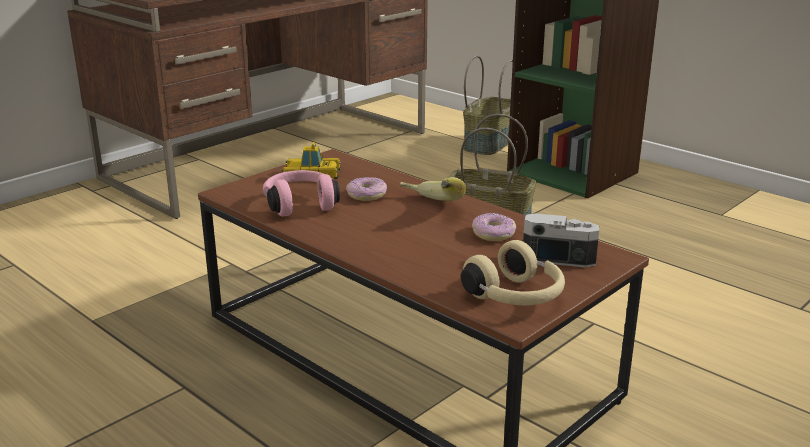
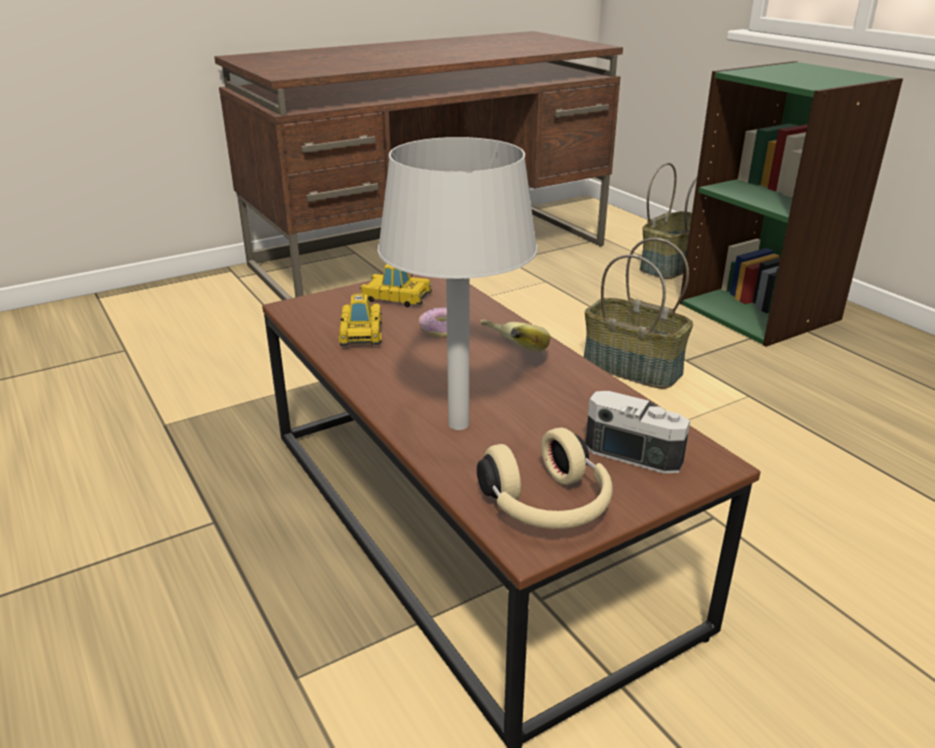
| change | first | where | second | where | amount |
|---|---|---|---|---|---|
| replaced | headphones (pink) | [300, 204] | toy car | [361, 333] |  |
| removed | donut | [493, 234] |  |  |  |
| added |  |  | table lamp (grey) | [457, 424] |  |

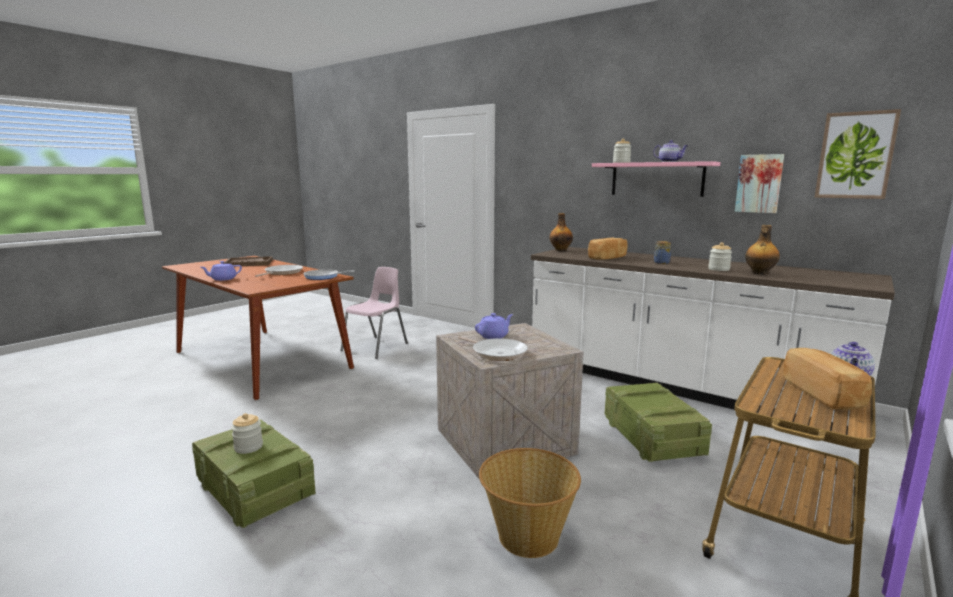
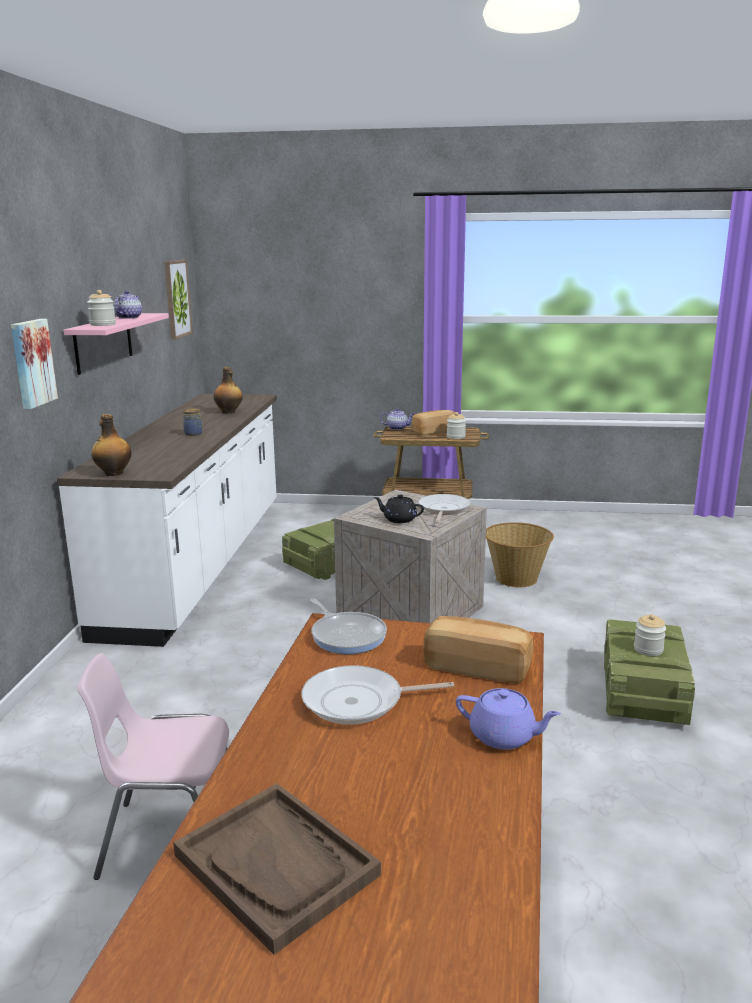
| change | first | where | second | where | amount |
|---|---|---|---|---|---|
| recoloured | teapot (purple) | [494, 336] | teapot (black) | [399, 519] |  |
| moved | bread | [608, 258] |  | [477, 667] |  |
| moved | jar | [719, 269] |  | [456, 437] |  |
| moved | picture | [759, 183] |  | [31, 363] |  |

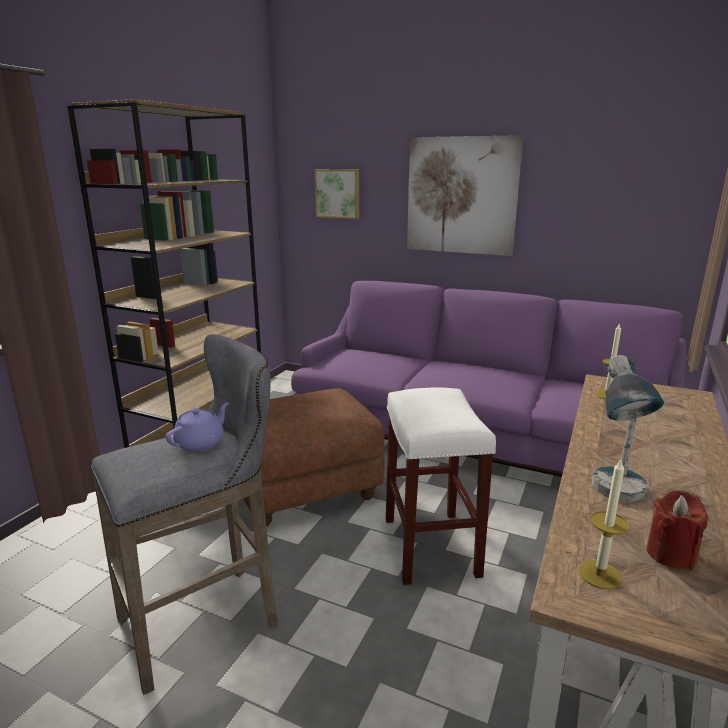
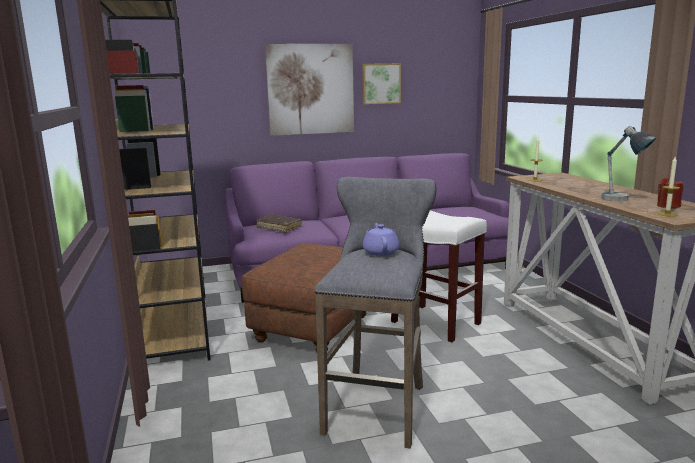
| change | first | where | second | where | amount |
|---|---|---|---|---|---|
| moved | picture | [338, 193] |  | [381, 83] |  |
| added |  |  | book (brown) | [279, 227] |  |

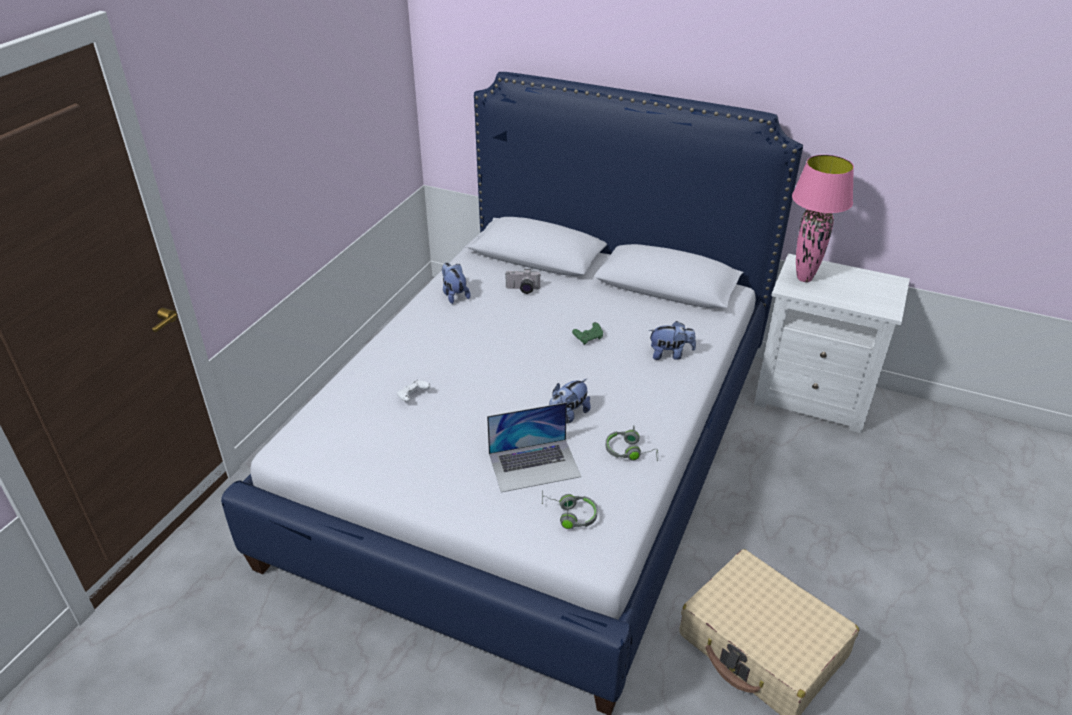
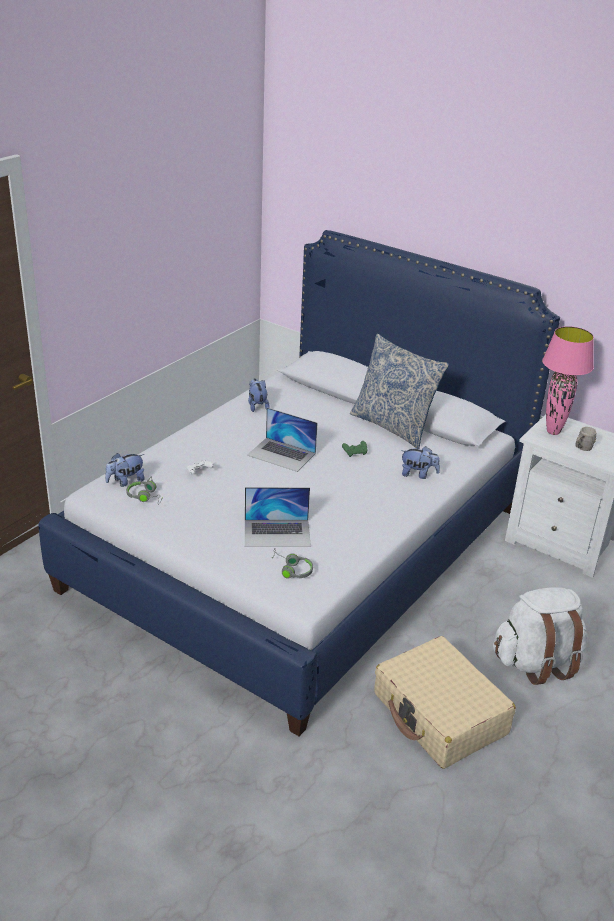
| change | first | where | second | where | amount |
|---|---|---|---|---|---|
| removed | photo camera | [522, 290] |  |  |  |
| moved | plush toy | [568, 415] |  | [126, 481] |  |
| moved | headphones (grey) | [630, 452] |  | [145, 497] |  |
| added |  |  | laptop | [281, 454] |  |
| added |  |  | pillow | [393, 426] |  |
| added |  |  | backpack (white) | [536, 662] |  |
| added |  |  | mug (grey) | [582, 448] |  |

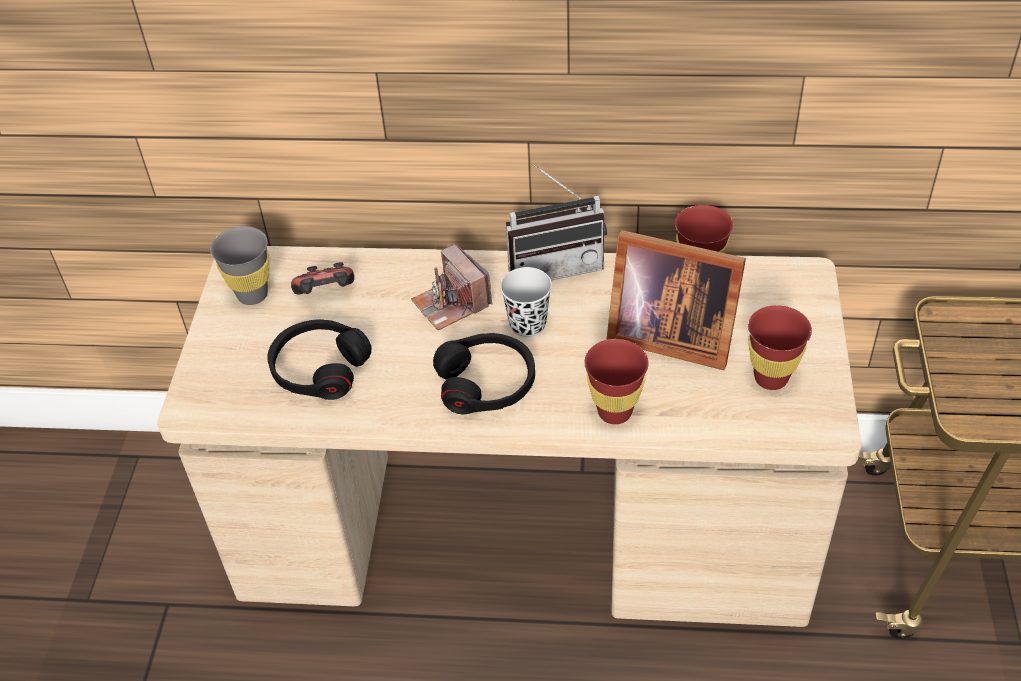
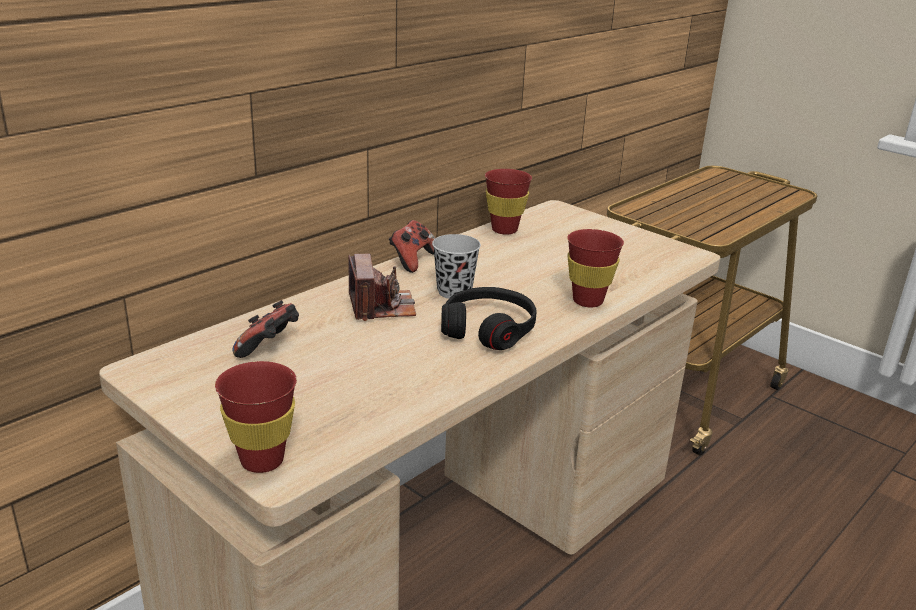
| change | first | where | second | where | amount |
|---|---|---|---|---|---|
| removed | cup (grey) | [252, 295] |  |  |  |
| removed | headphones (black) | [319, 368] |  |  |  |
| turned | photo camera | [451, 303] |  | [381, 307] | 105 degrees counterclockwise |
| replaced | radio | [554, 265] | game controller | [412, 261] |  |
| removed | picture frame | [667, 334] |  |  |  |
| moved | cup (red) | [771, 378] |  | [262, 460] |  |

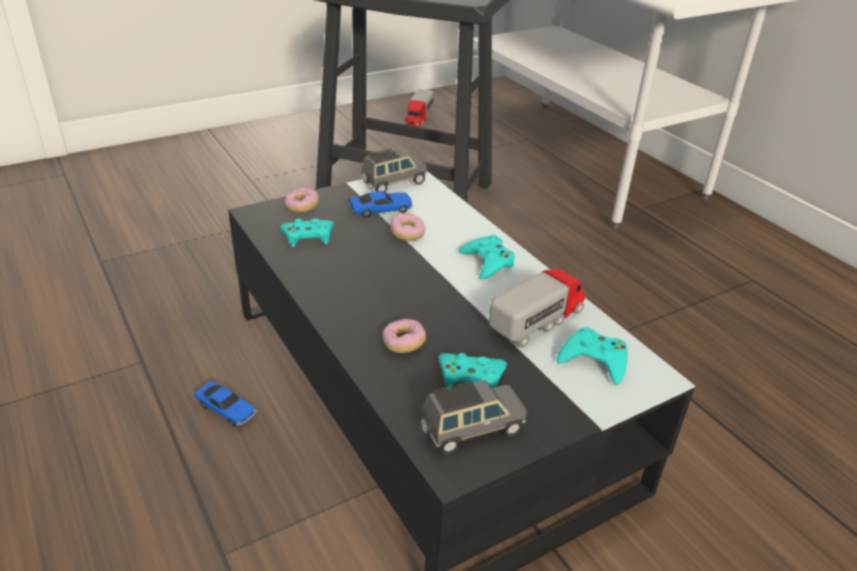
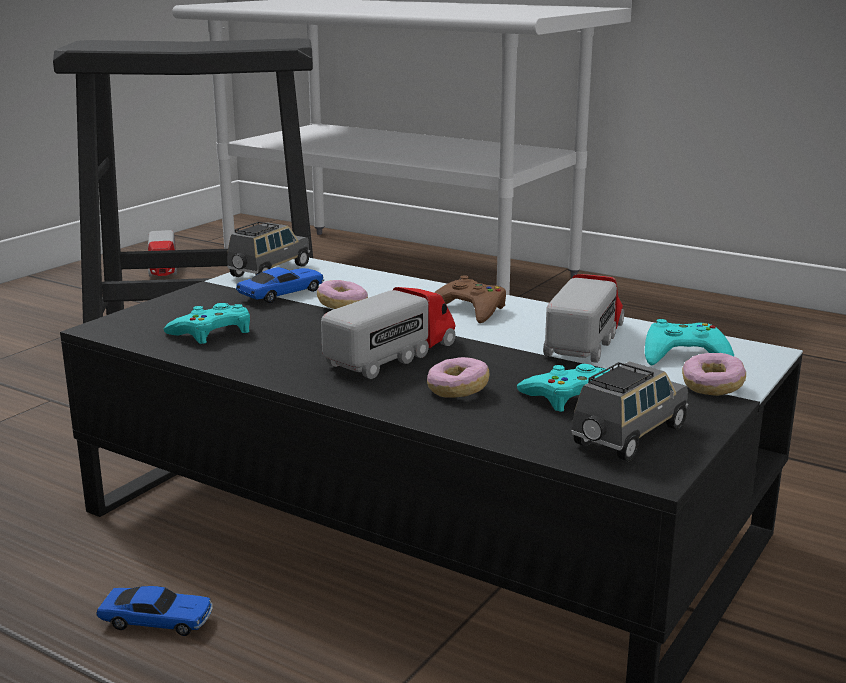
| change | first | where | second | where | amount |
|---|---|---|---|---|---|
| moved | donut | [302, 207] |  | [712, 387] |  |
| recoloured | game controller (turquoise) | [487, 262] | game controller (brown) | [469, 309] |  |
| added |  |  | toy truck | [393, 355] |  |

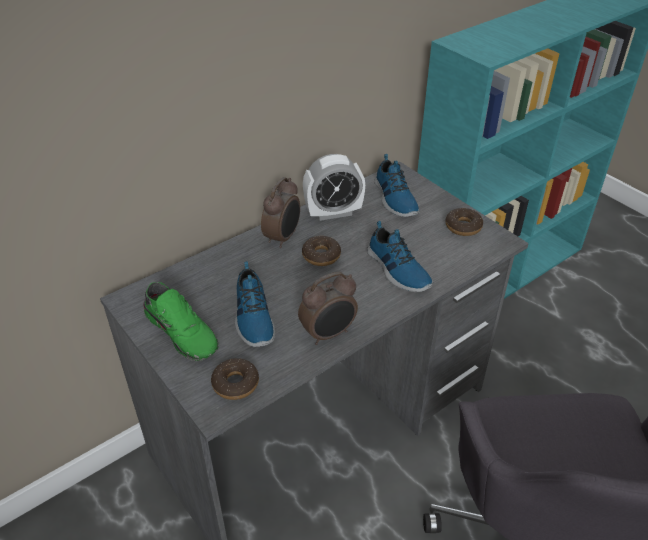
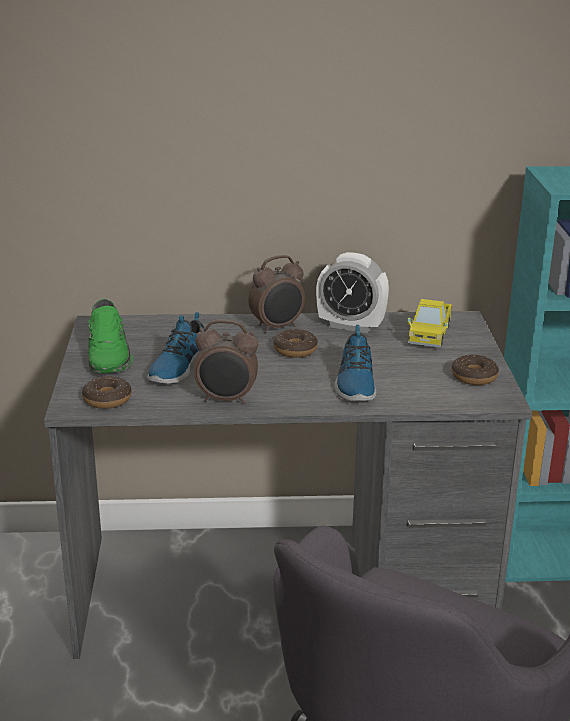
| change | first | where | second | where | amount |
|---|---|---|---|---|---|
| replaced | shoe | [394, 198] | toy truck | [429, 335] |  |

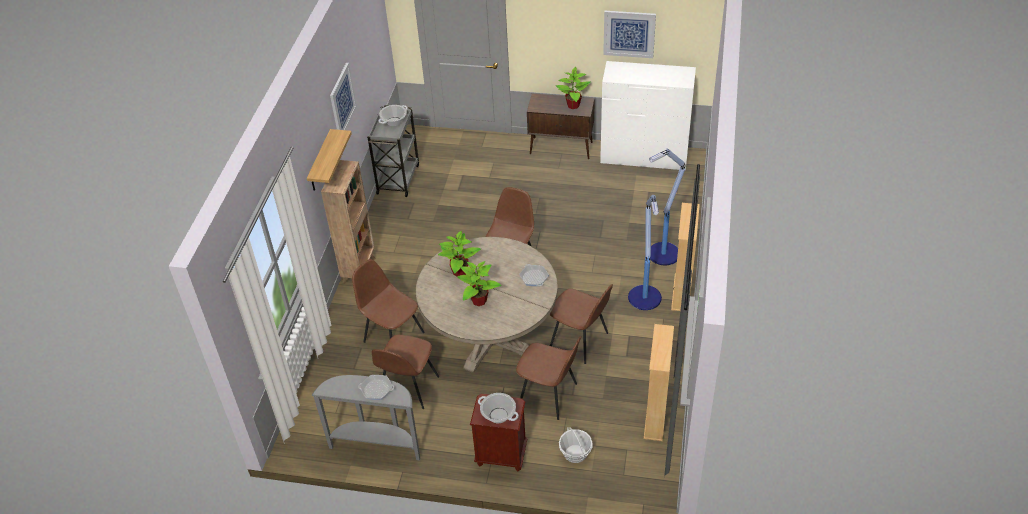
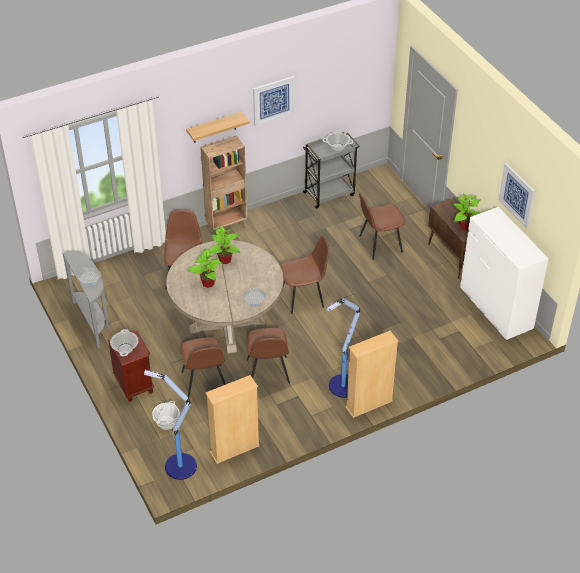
| change | first | where | second | where | amount |
|---|---|---|---|---|---|
| moved | chair (brown) | [408, 388] |  | [379, 244] |  |
| moved | floor lamp | [662, 254] |  | [179, 466] |  |

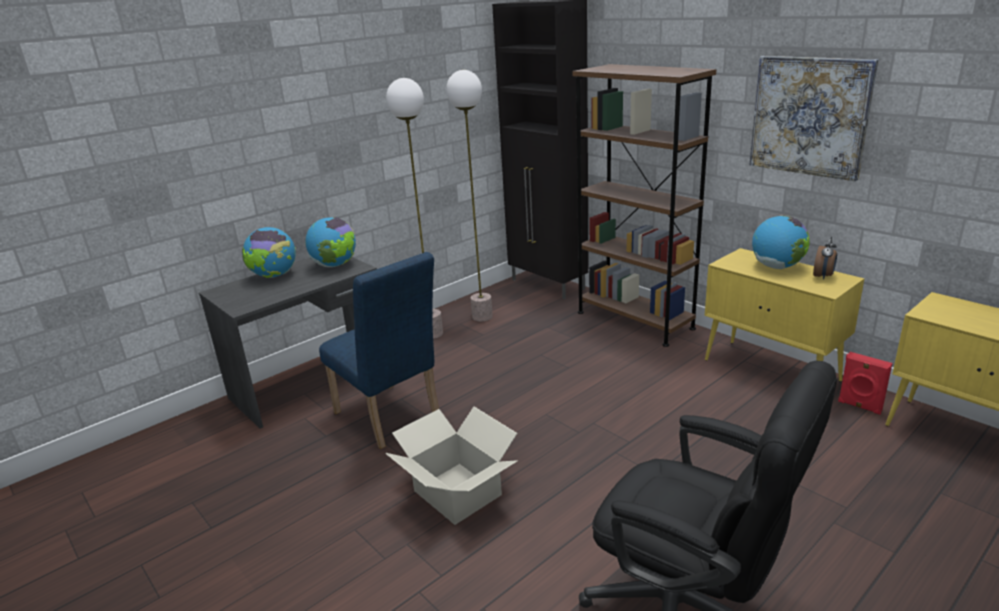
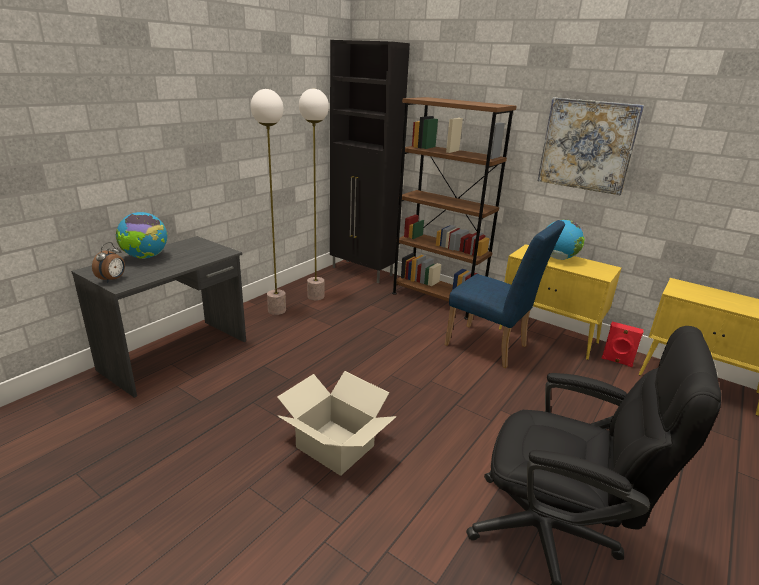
| change | first | where | second | where | amount |
|---|---|---|---|---|---|
| removed | globe | [335, 265] |  |  |  |
| moved | chair (blue) | [390, 419] |  | [491, 347] |  |
| moved | alarm clock | [823, 276] |  | [113, 279] |  |

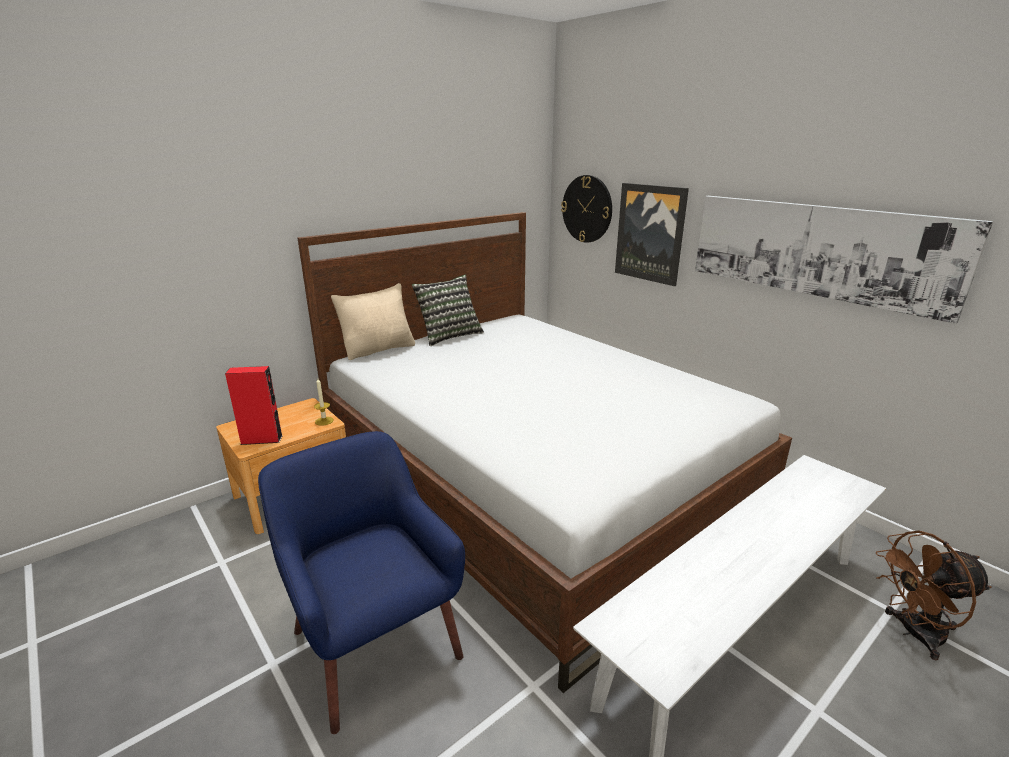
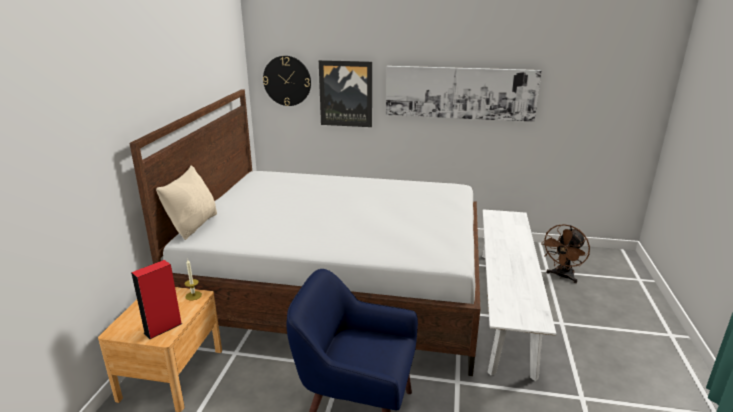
| change | first | where | second | where | amount |
|---|---|---|---|---|---|
| removed | pillow | [449, 335] |  |  |  |

